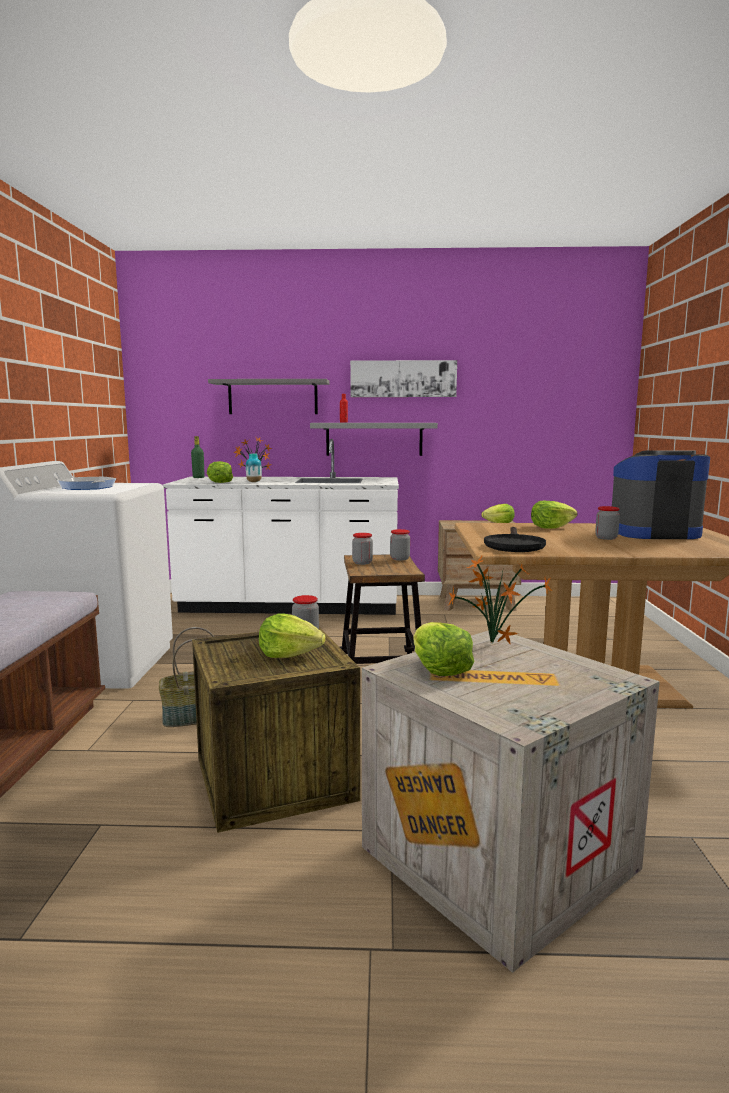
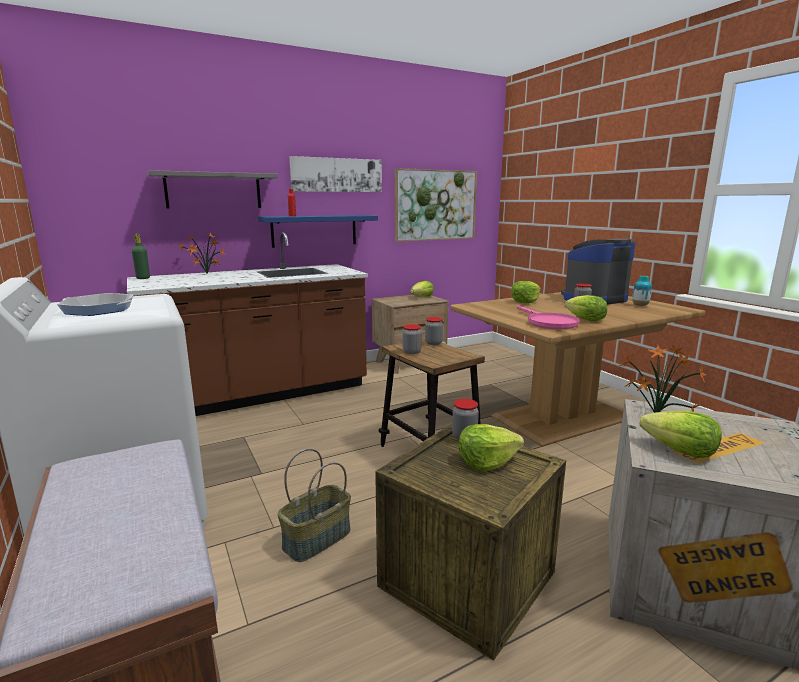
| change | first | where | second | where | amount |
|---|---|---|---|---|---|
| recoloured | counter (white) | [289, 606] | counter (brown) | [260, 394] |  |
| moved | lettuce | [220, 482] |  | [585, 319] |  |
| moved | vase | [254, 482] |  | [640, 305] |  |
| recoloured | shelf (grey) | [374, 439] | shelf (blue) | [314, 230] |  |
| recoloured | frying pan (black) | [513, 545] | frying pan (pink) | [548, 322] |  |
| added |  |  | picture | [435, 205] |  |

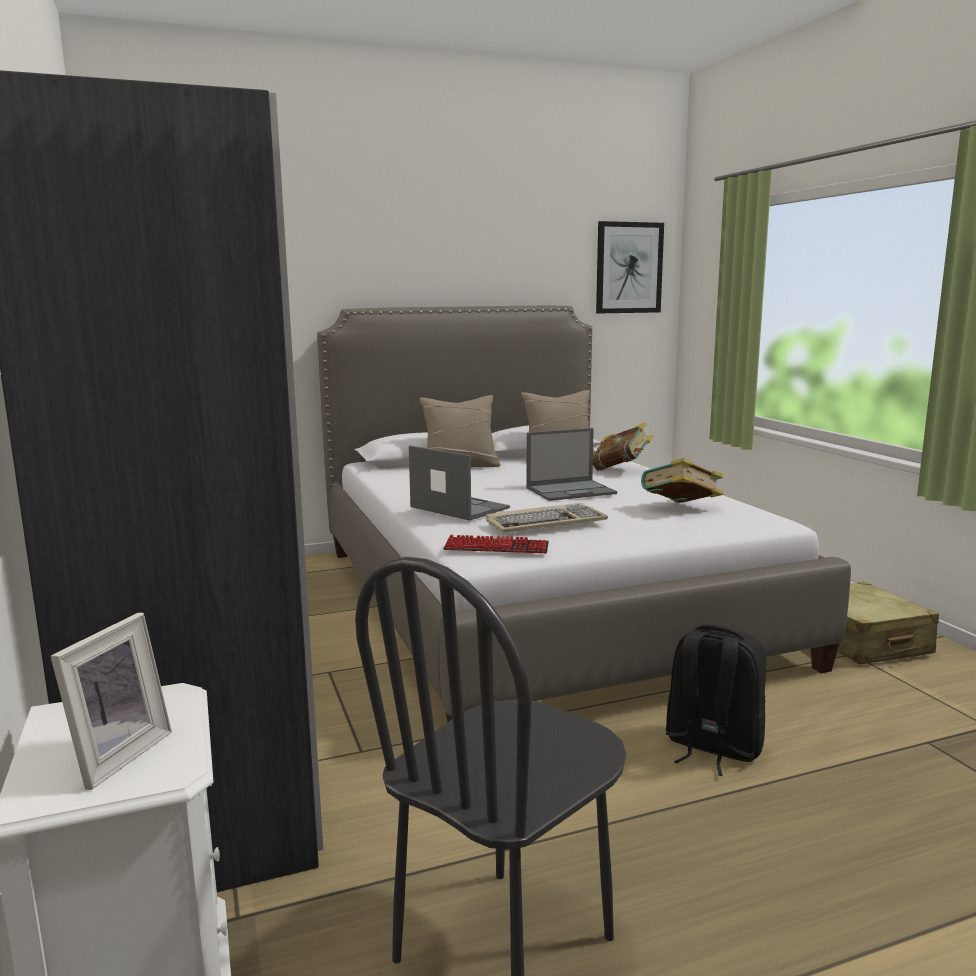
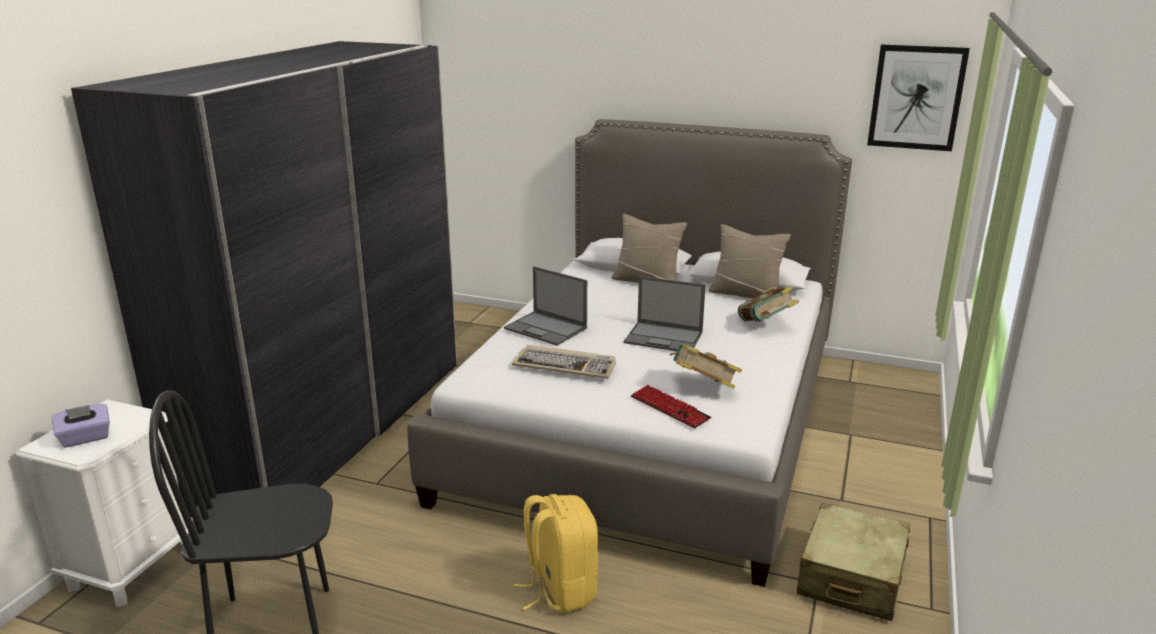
| change | first | where | second | where | amount |
|---|---|---|---|---|---|
| replaced | picture frame | [114, 756] | tissue box (purple) | [85, 438] |  |
| turned | laptop | [458, 507] |  | [546, 328] | 135 degrees clockwise |
| moved | keyboard | [496, 547] |  | [670, 408] |  |
| recoloured | backpack (black) | [711, 747] | backpack (yellow) | [560, 590] |  |

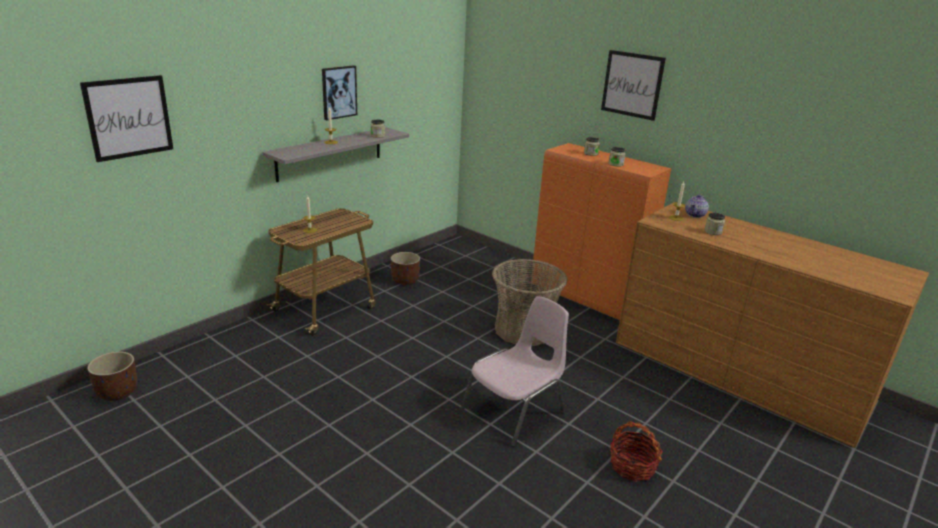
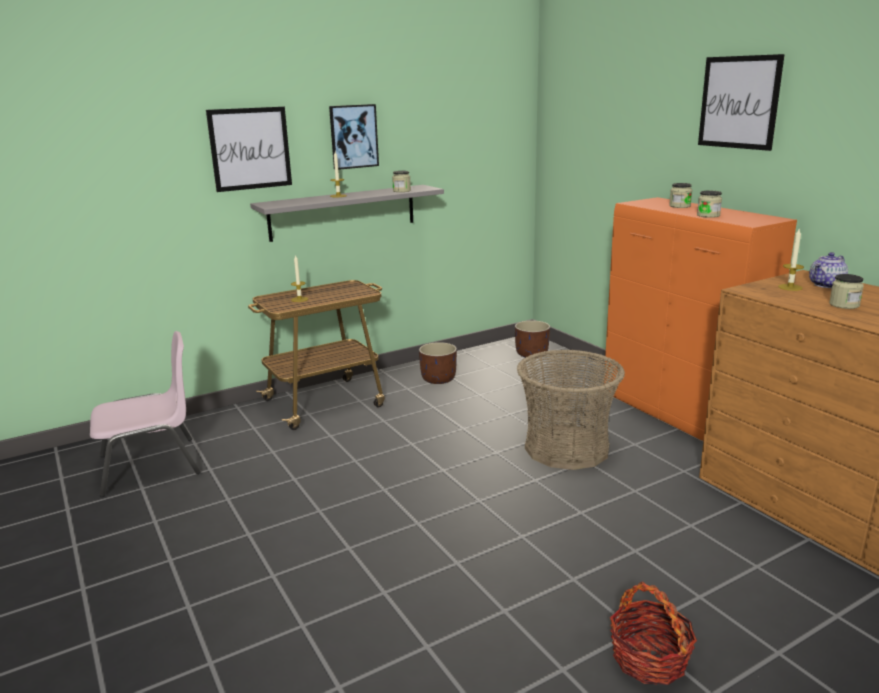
| change | first | where | second | where | amount |
|---|---|---|---|---|---|
| moved | picture | [129, 117] |  | [250, 148] |  |
| moved | planter (brown) | [118, 392] |  | [532, 354] |  |
| moved | chair (pink) | [515, 410] |  | [151, 465] |  |

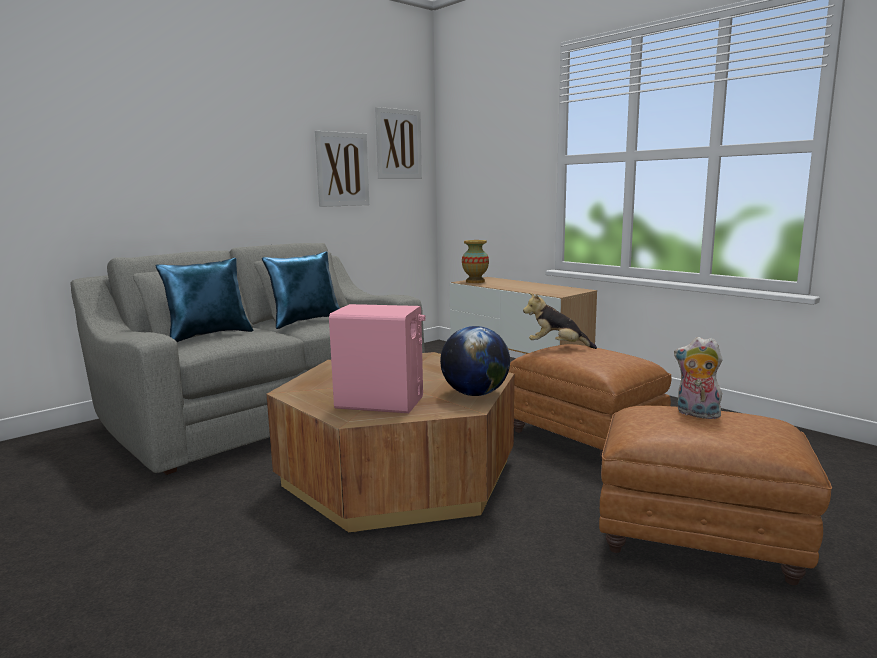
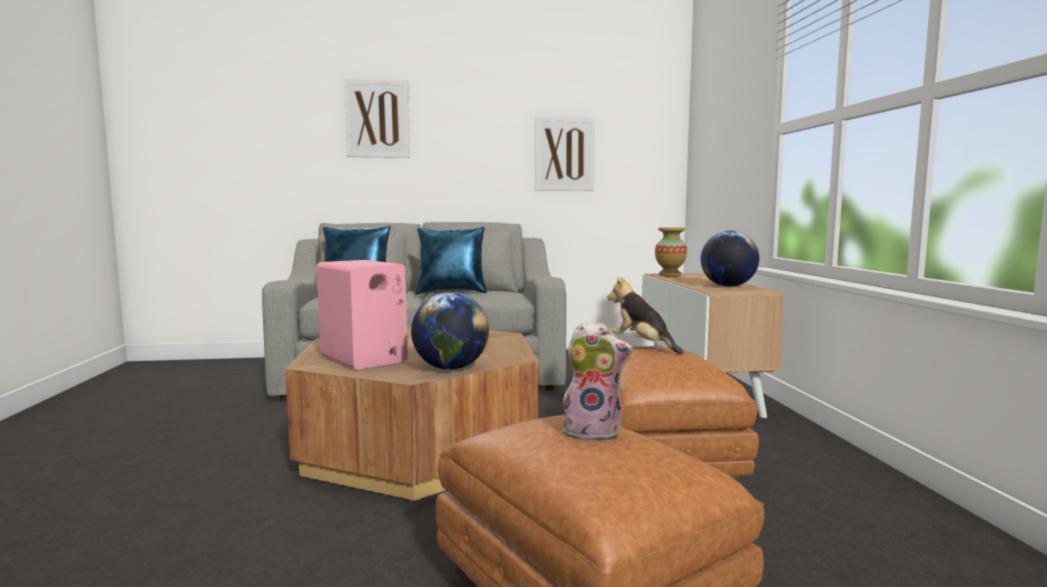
| change | first | where | second | where | amount |
|---|---|---|---|---|---|
| moved | picture | [398, 144] |  | [377, 119] |  |
| turned | plush toy | [696, 414] |  | [593, 432] | 120 degrees clockwise |
| added |  |  | globe | [728, 286] |  |

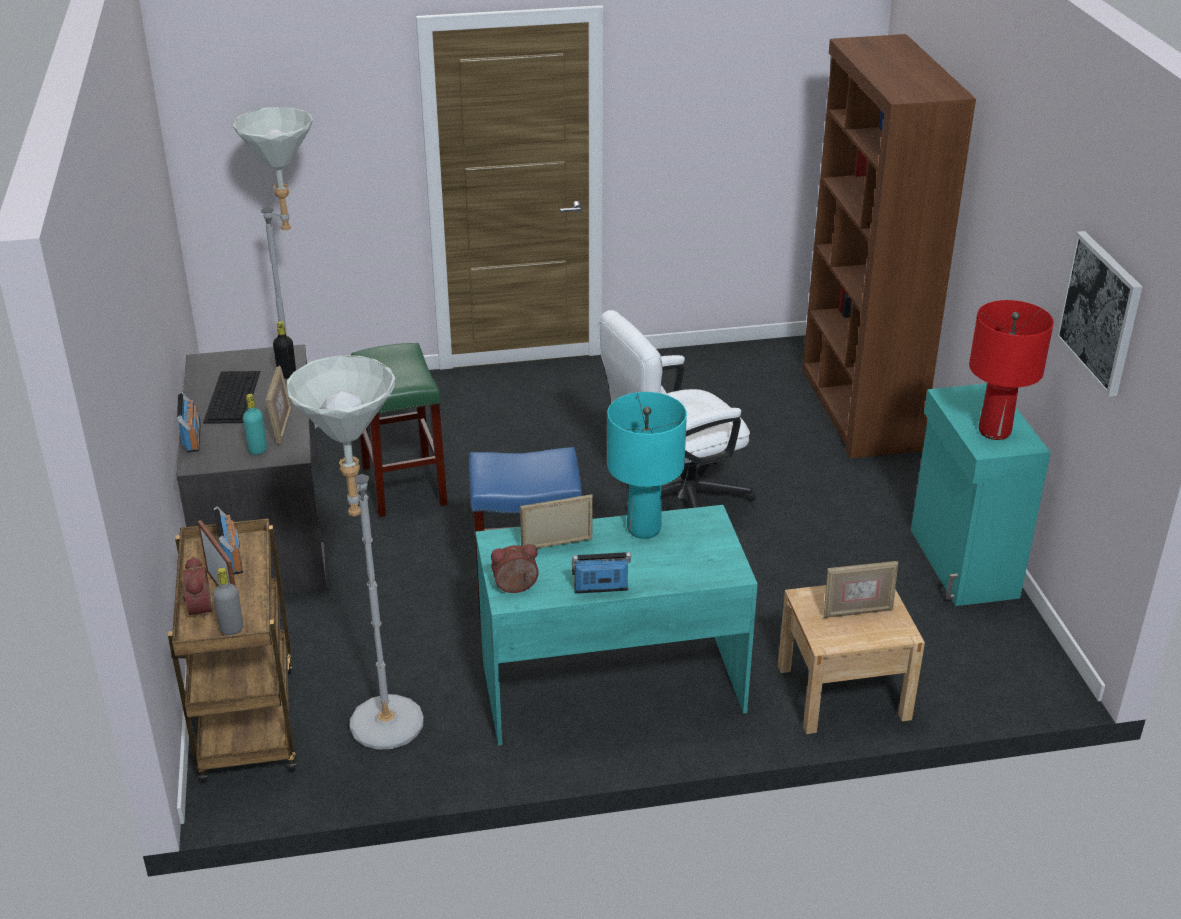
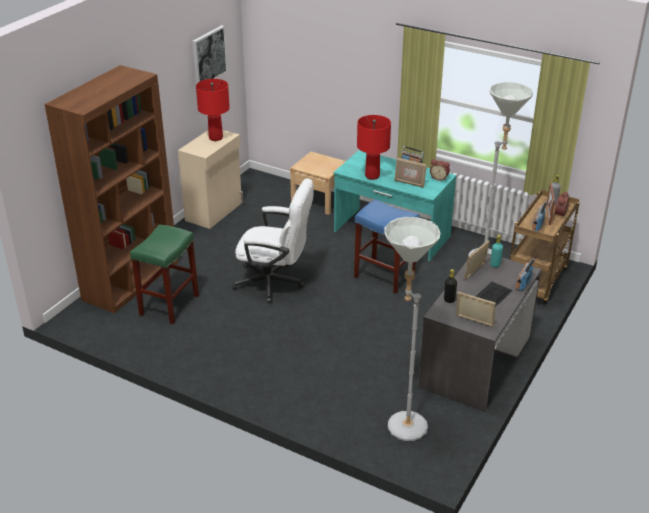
| change | first | where | second | where | amount |
|---|---|---|---|---|---|
| moved | stool (green) | [405, 486] |  | [169, 304] |  |
| recoloured | table lamp (turquoise) | [644, 528] | table lamp (red) | [372, 176] |  |
| moved | picture frame | [857, 612] |  | [474, 321] |  |
| recoloured | cabinet (turquoise) | [962, 564] | cabinet (beige) | [215, 211] |  |

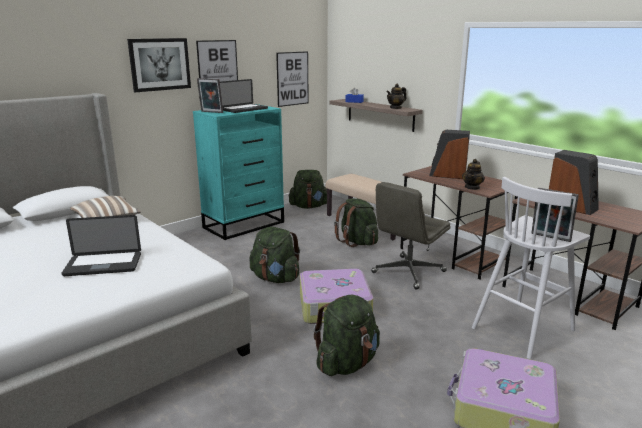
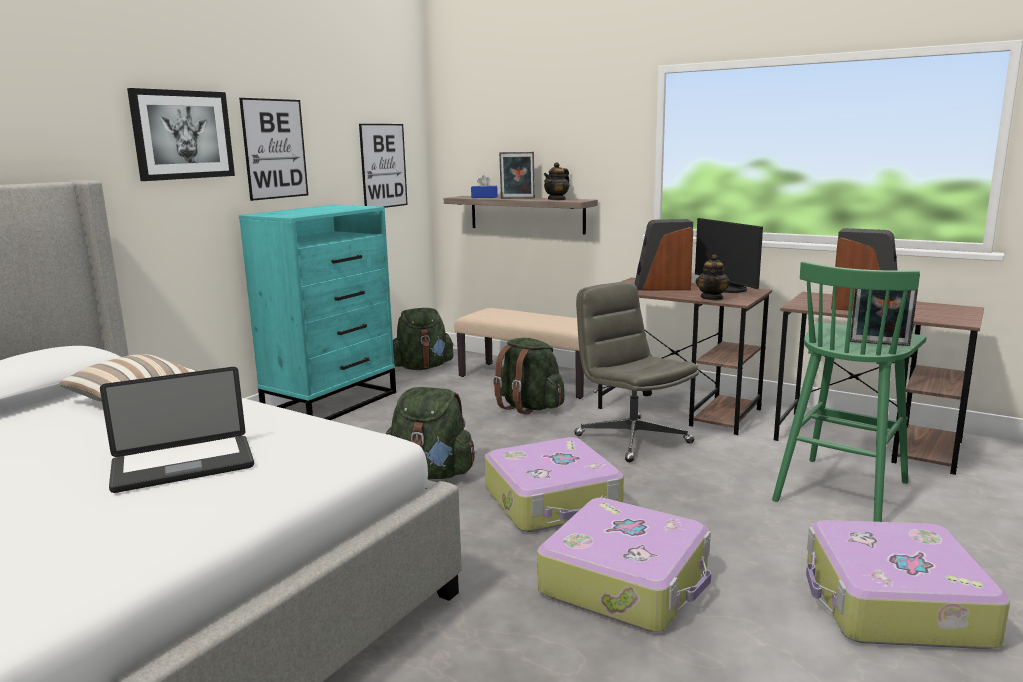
| change | first | where | second | where | amount |
|---|---|---|---|---|---|
| moved | picture frame | [211, 112] |  | [517, 198] |  |
| removed | laptop | [244, 109] |  |  |  |
| replaced | backpack (green) | [347, 363] | suitcase | [626, 581] |  |
| turned | office chair (grey) | [408, 272] |  | [631, 439] | 120 degrees clockwise |
| recoloured | stool (white) | [524, 328] | stool (green) | [842, 490] |  |
| added |  |  | monitor | [727, 290] |  |

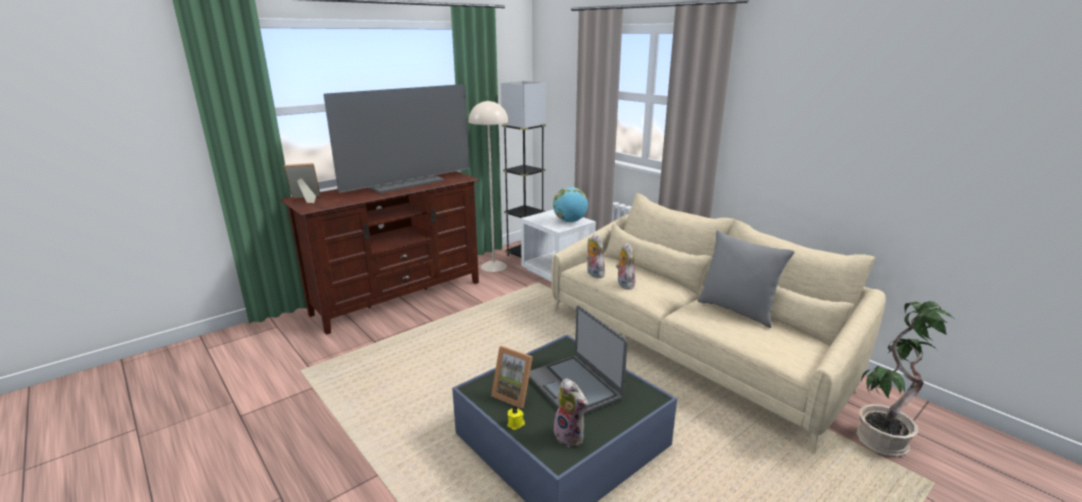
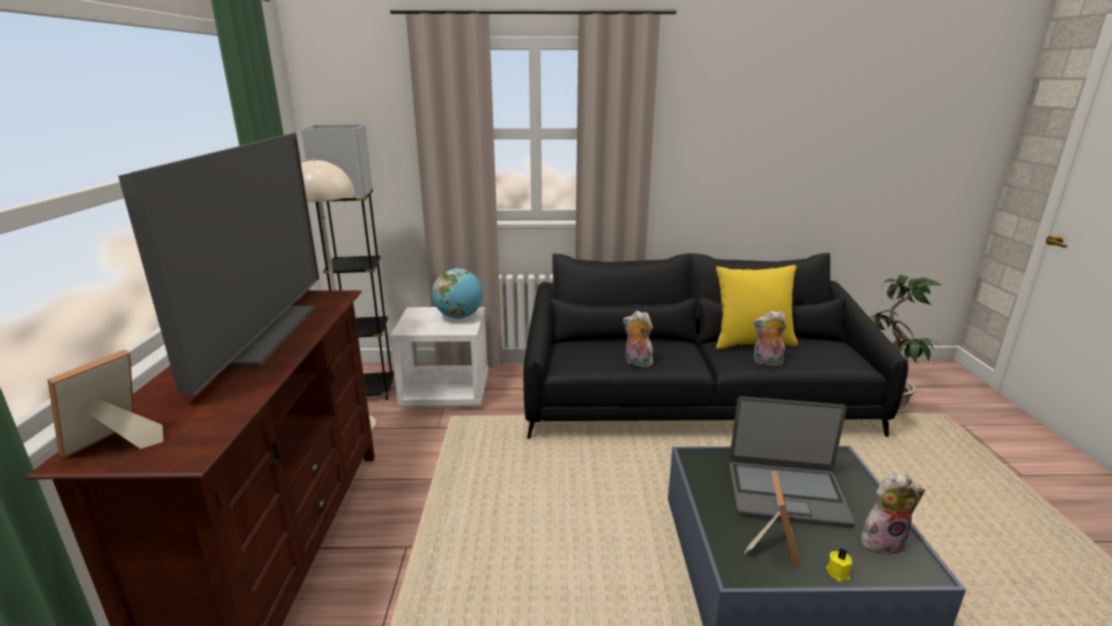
| change | first | where | second | where | amount |
|---|---|---|---|---|---|
| turned | picture frame | [514, 394] |  | [772, 544] | 60 degrees counterclockwise |
| recoloured | sofa (beige) | [691, 347] | sofa (black) | [693, 403] |  |
| moved | plush toy | [593, 274] |  | [766, 362] |  |
| recoloured | pillow (grey) | [737, 310] | pillow (yellow) | [752, 342] |  |

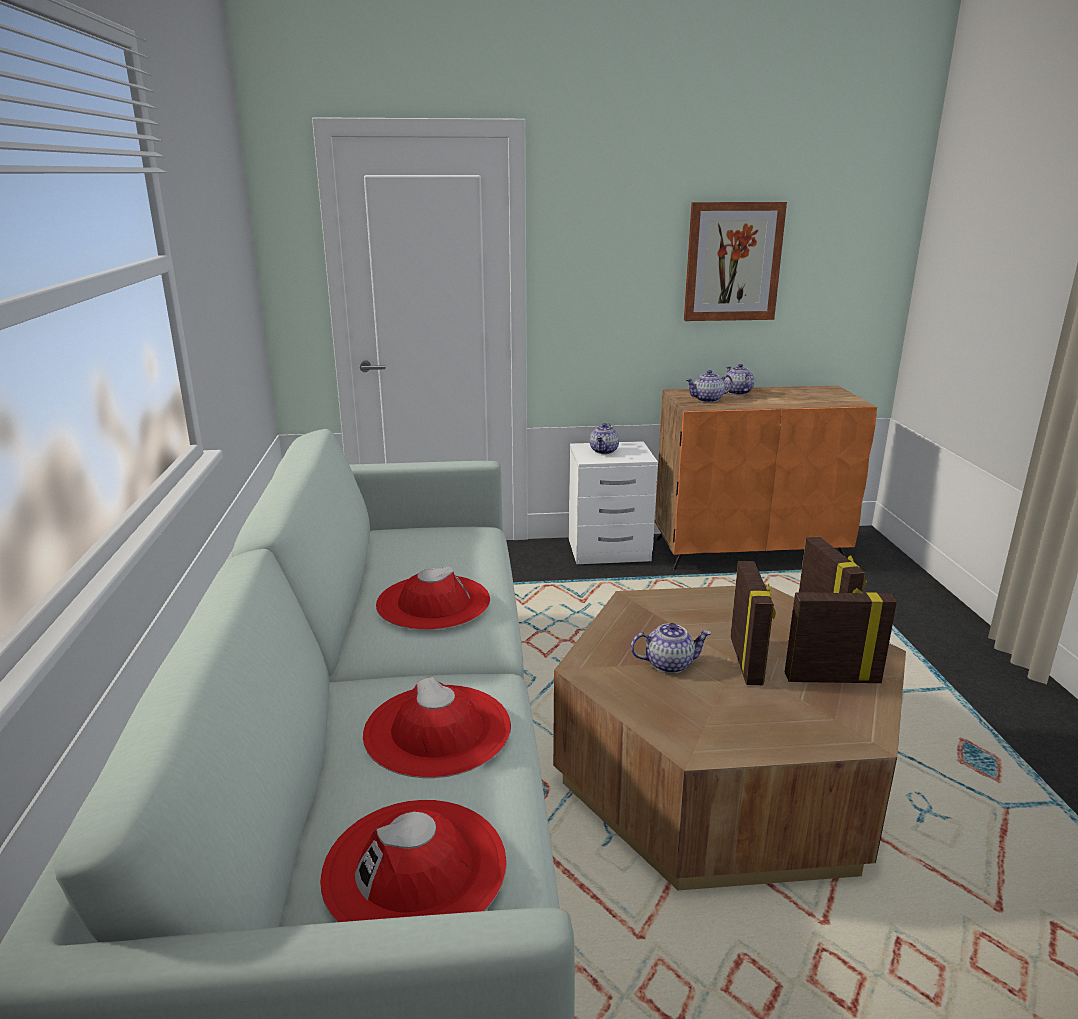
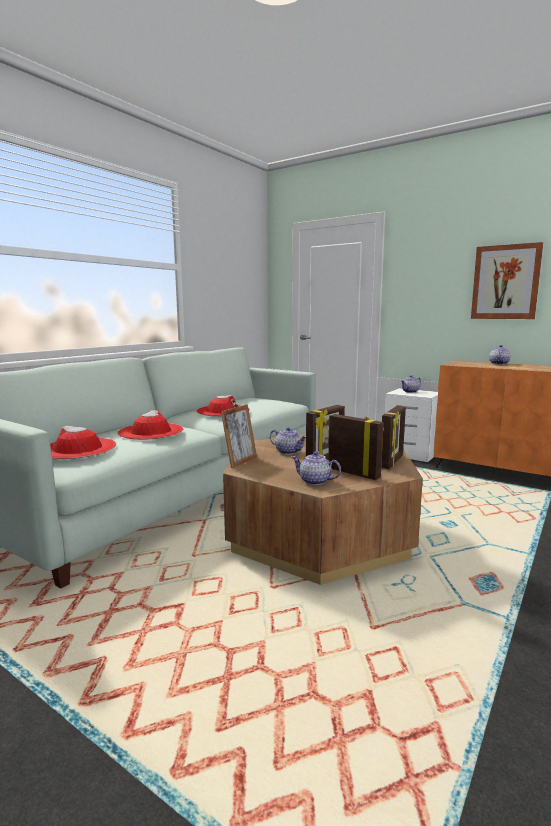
| change | first | where | second | where | amount |
|---|---|---|---|---|---|
| moved | teapot | [707, 400] |  | [314, 481] |  |
| added |  |  | picture frame | [240, 461] |  |

